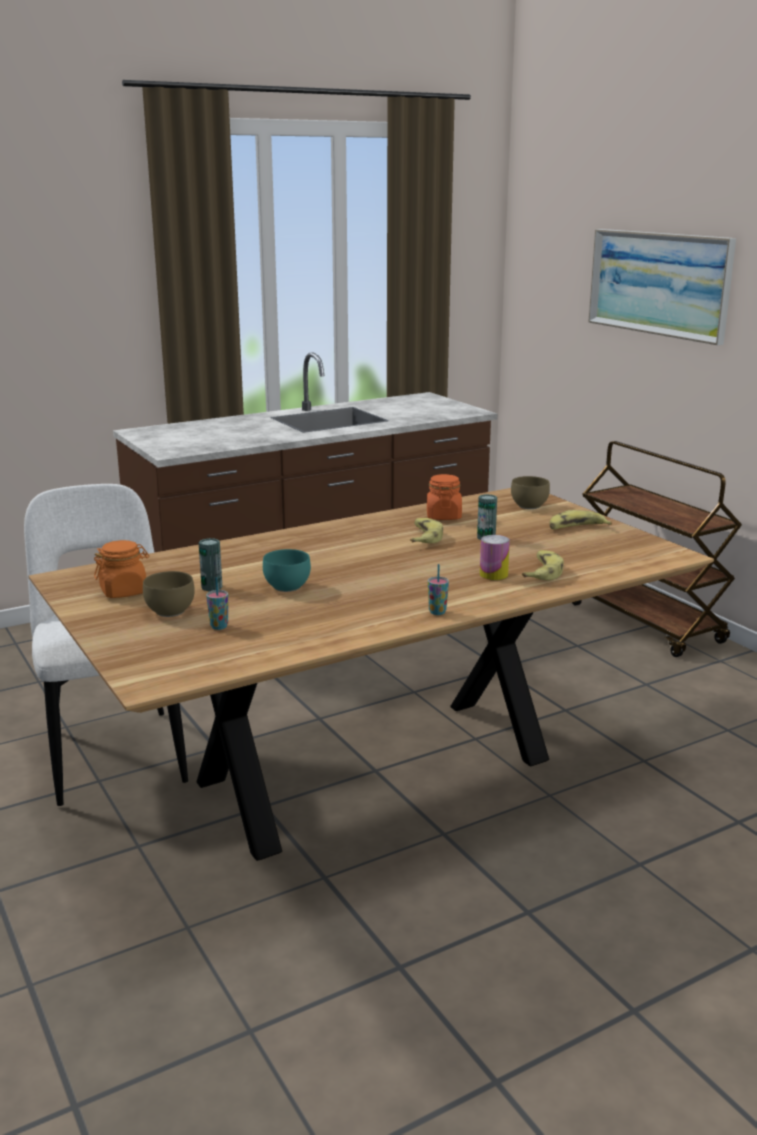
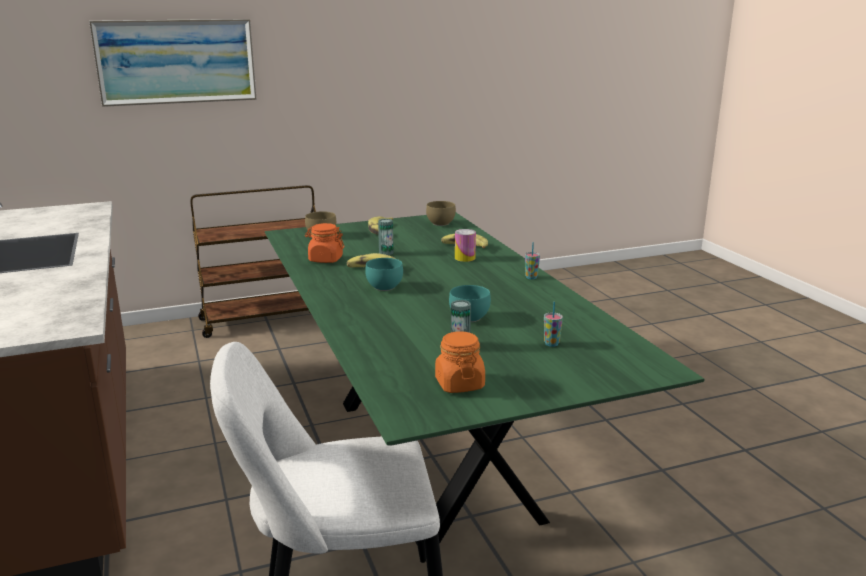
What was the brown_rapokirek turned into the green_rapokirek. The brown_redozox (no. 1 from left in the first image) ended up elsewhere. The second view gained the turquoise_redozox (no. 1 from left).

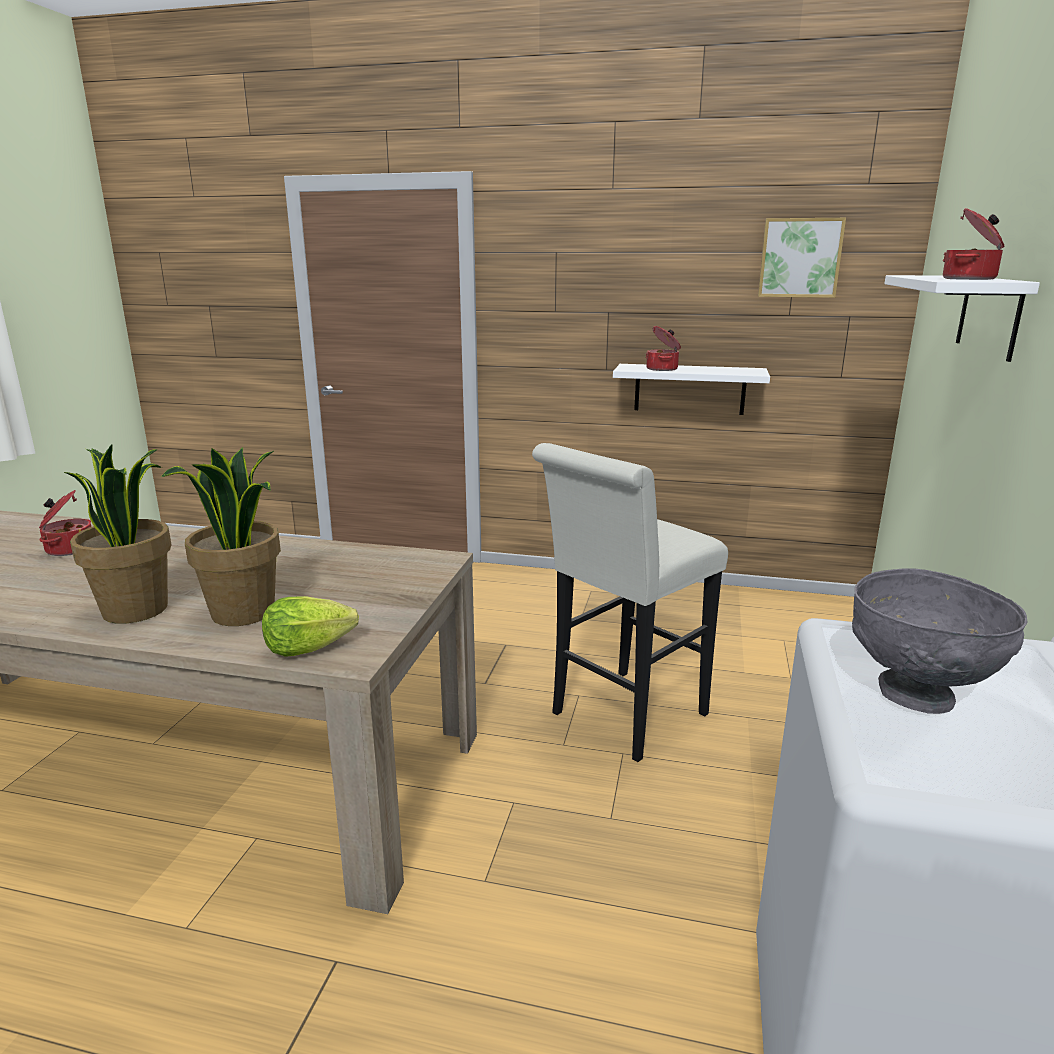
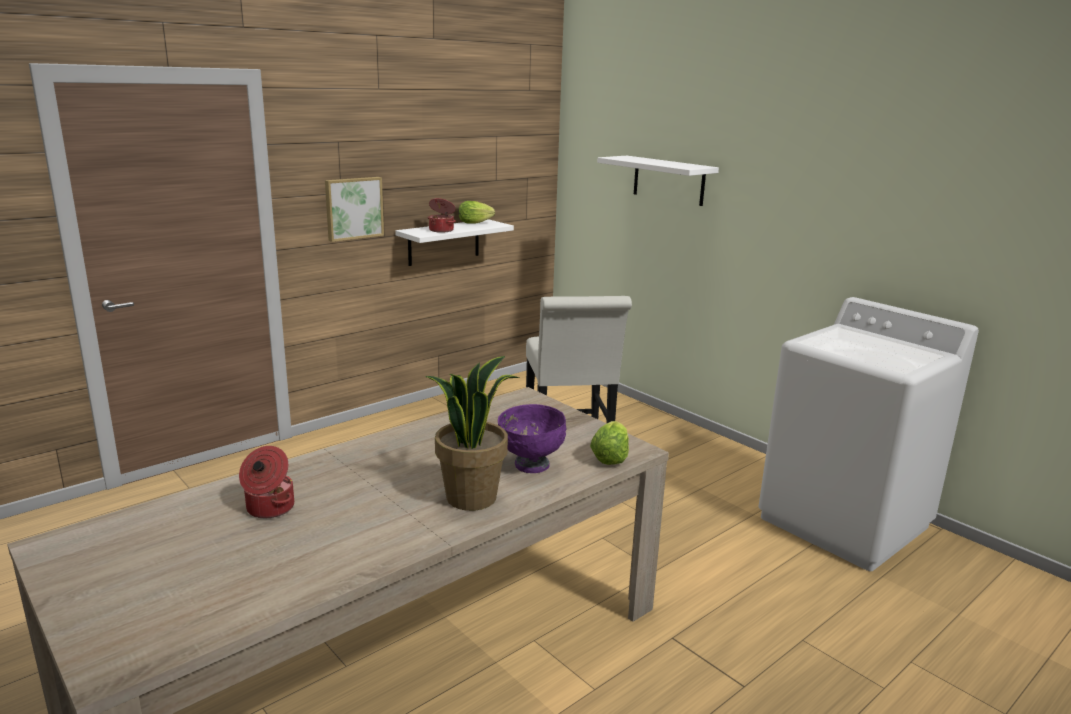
The second view lost the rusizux (no. 3 from left). The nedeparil ended up elsewhere. Where the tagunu (no. 2 from left) stood, the purple_redozox came to stand. The second view lost the grey_redozox. The second view gained the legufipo (no. 1 from left).

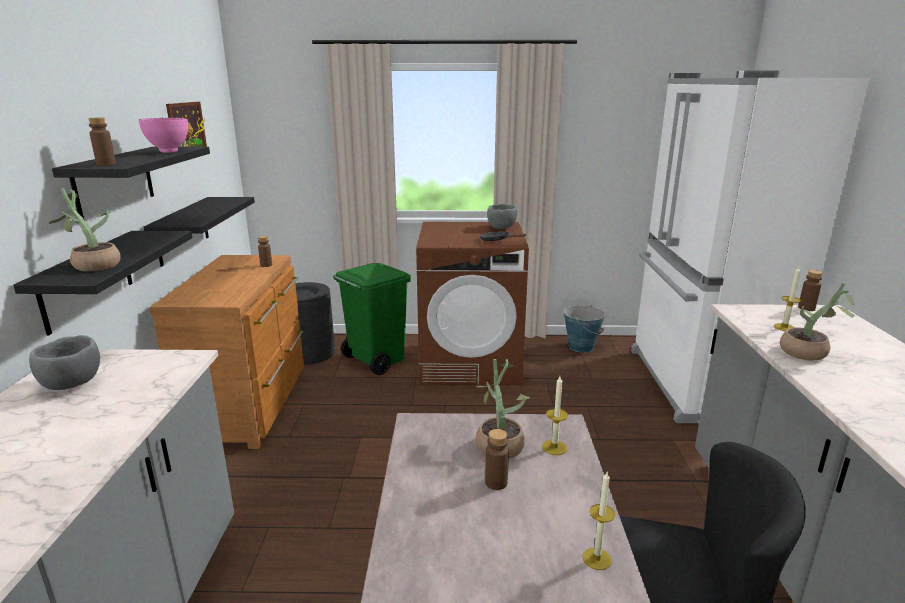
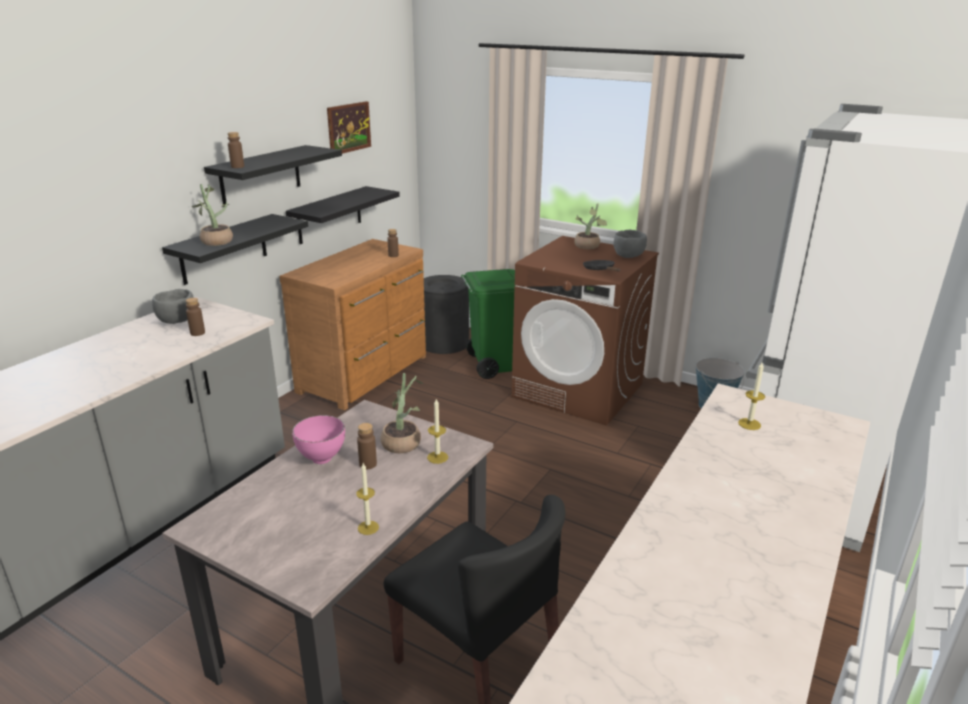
The pink_redozox ended up elsewhere. The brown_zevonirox (no. 4 from left in the first image) ended up elsewhere. The tagunu (no. 3 from left) ended up elsewhere.

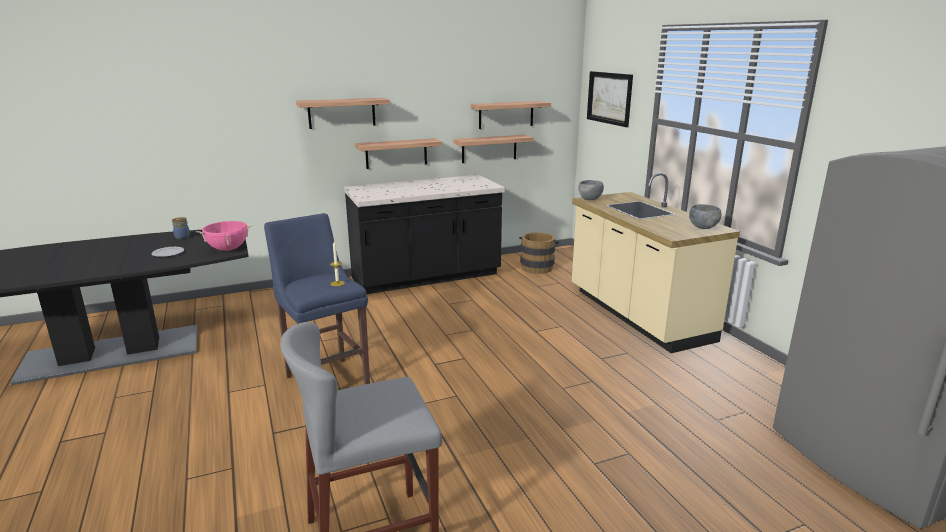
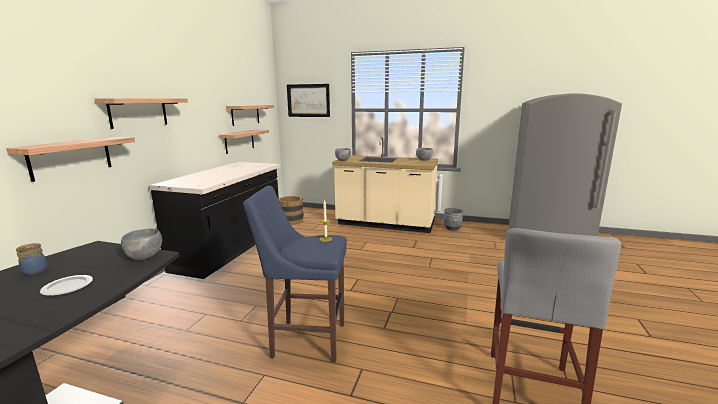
The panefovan (no. 2 from left in the first image) ended up elsewhere. Where the pink_rusizux stood, the grey_redozox (no. 1 from left) came to stand. The second view gained the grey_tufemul.

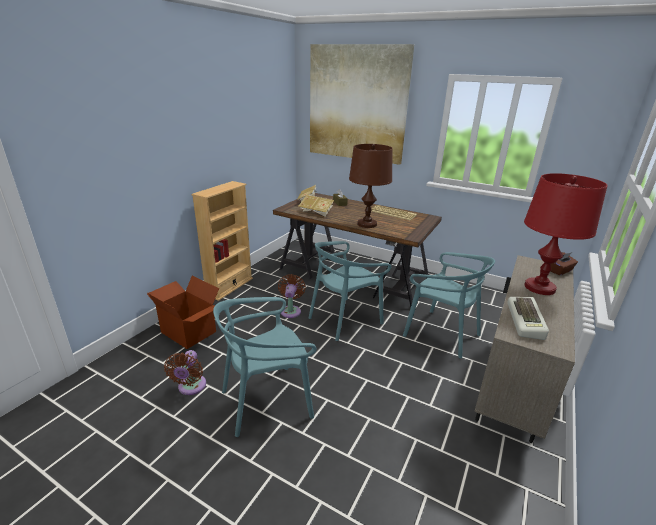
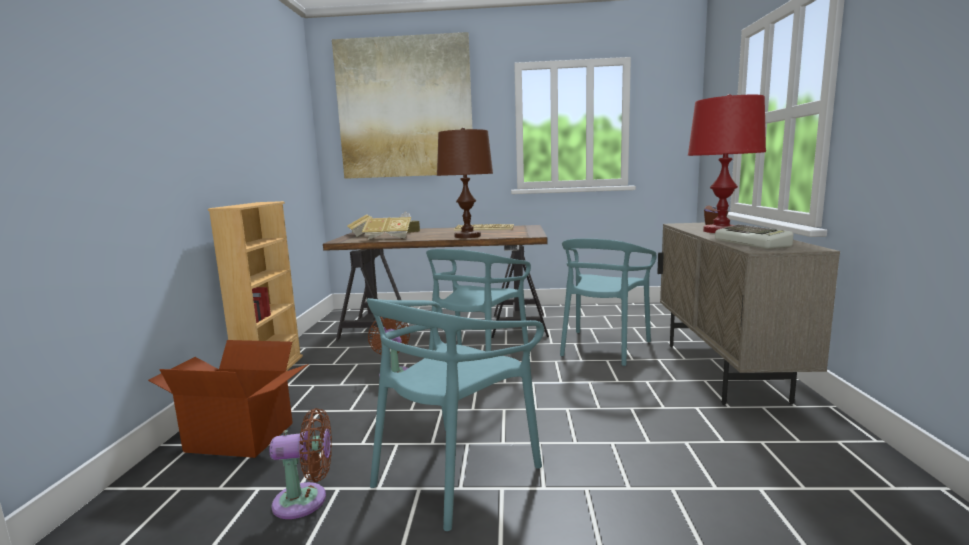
The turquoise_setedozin (no. 3 from left) ended up facing another way, 105 degrees clockwise from before. The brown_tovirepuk (no. 1 from left) ended up facing another way, 75 degrees counterclockwise from before.

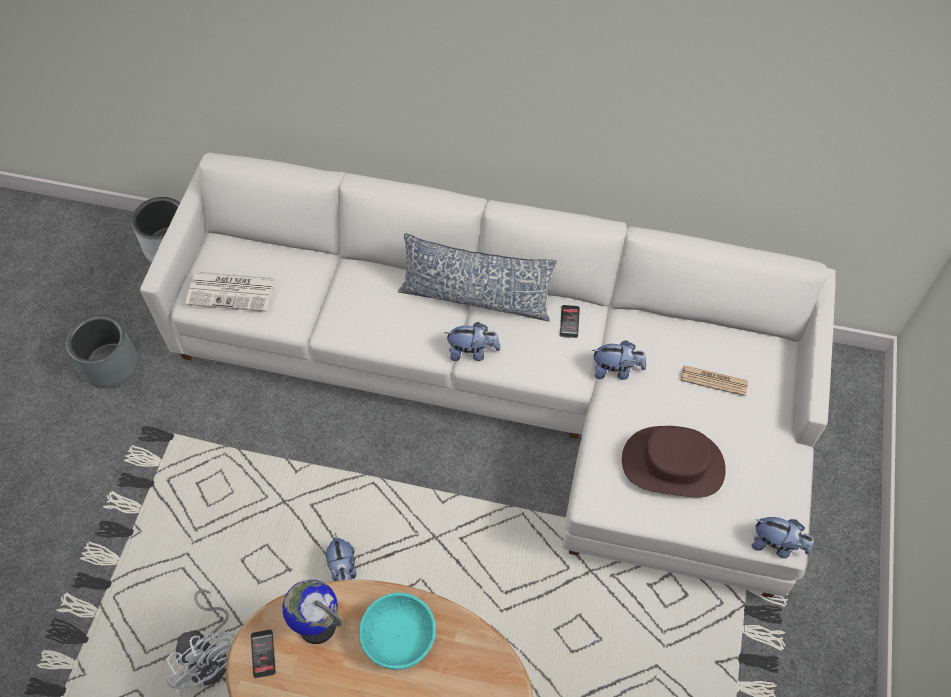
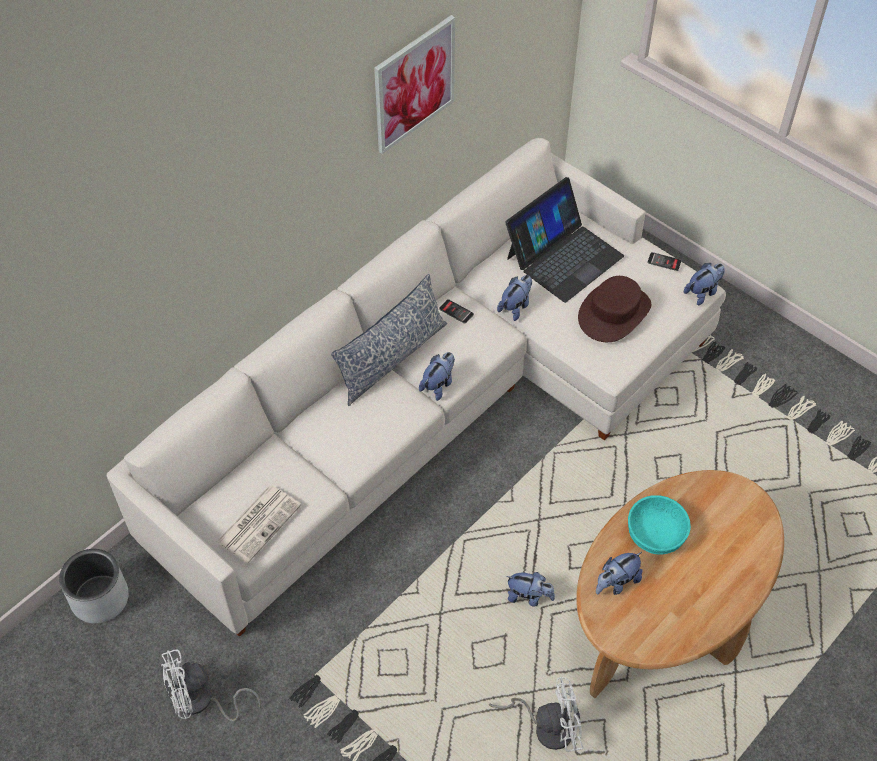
Where the grey_tufemul (no. 1 from left) stood, the white_tovirepuk (no. 1 from left) came to stand. Where the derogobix (no. 2 from left) stood, the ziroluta came to stand. Where the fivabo stood, the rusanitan (no. 4 from left) came to stand. The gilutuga (no. 1 from left in the first image) ended up elsewhere. The second view gained the nedeparil.

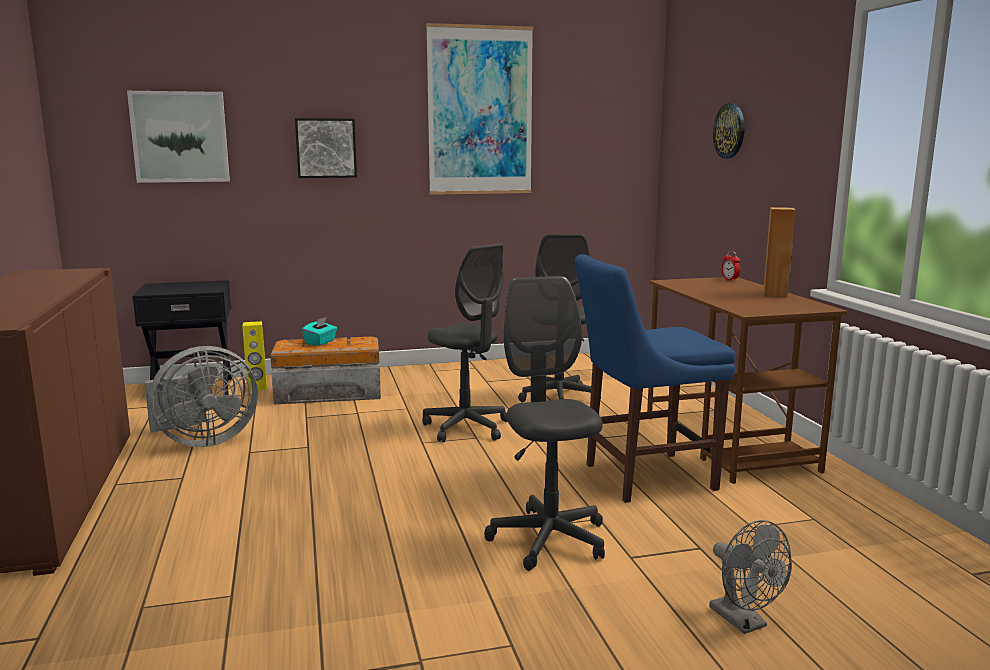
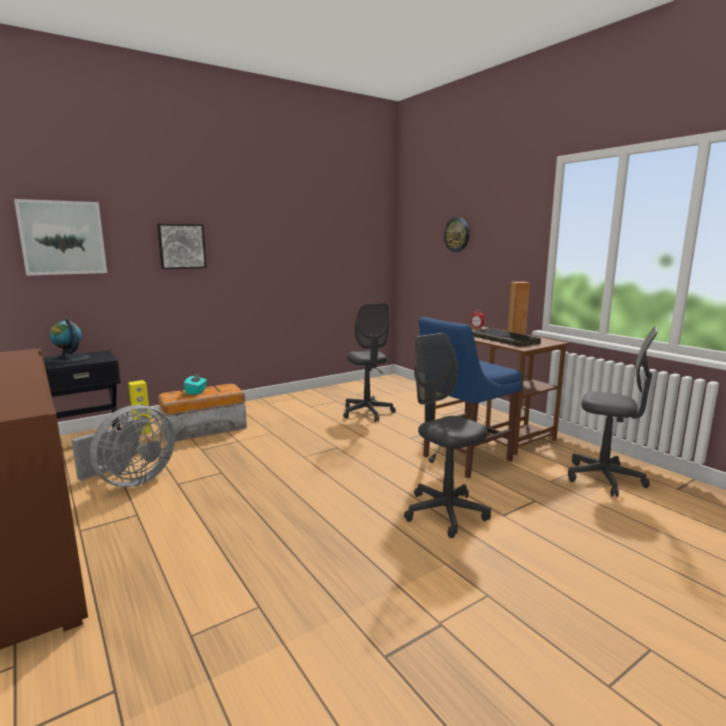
The second view lost the nedeparil (no. 3 from left). The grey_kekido (no. 1 from left in the first image) ended up elsewhere. The second view lost the grey_tovirepuk (no. 2 from left). The second view gained the fivabo. The second view gained the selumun.

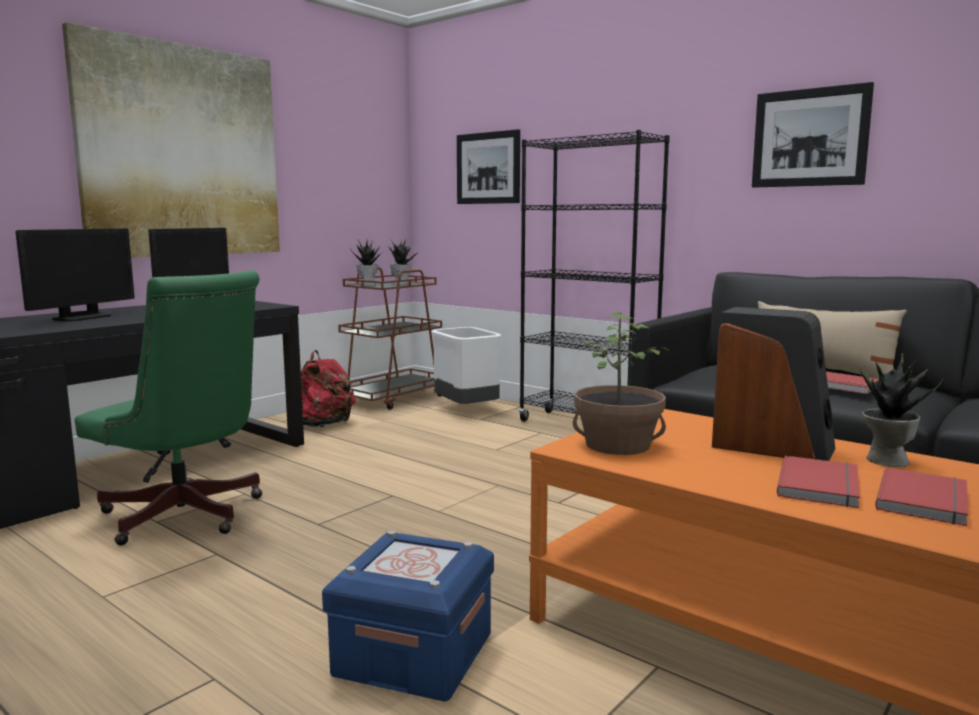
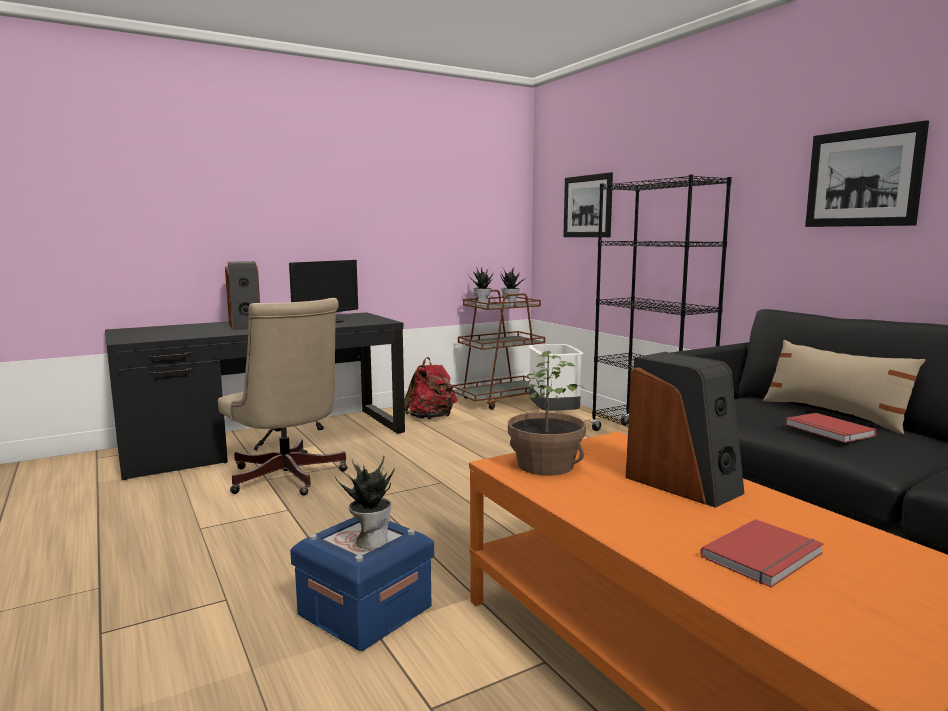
The second view lost the nedeparil (no. 1 from left). Where the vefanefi (no. 1 from left) stood, the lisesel (no. 1 from left) came to stand. What was the green_kekido turned into the beige_kekido. The tagunu (no. 4 from left in the first image) ended up elsewhere. The second view lost the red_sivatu (no. 1 from left).

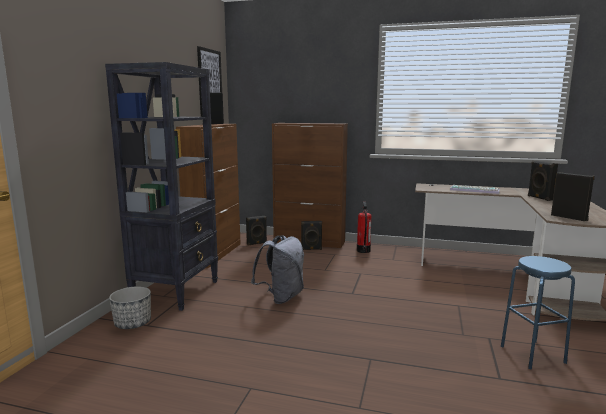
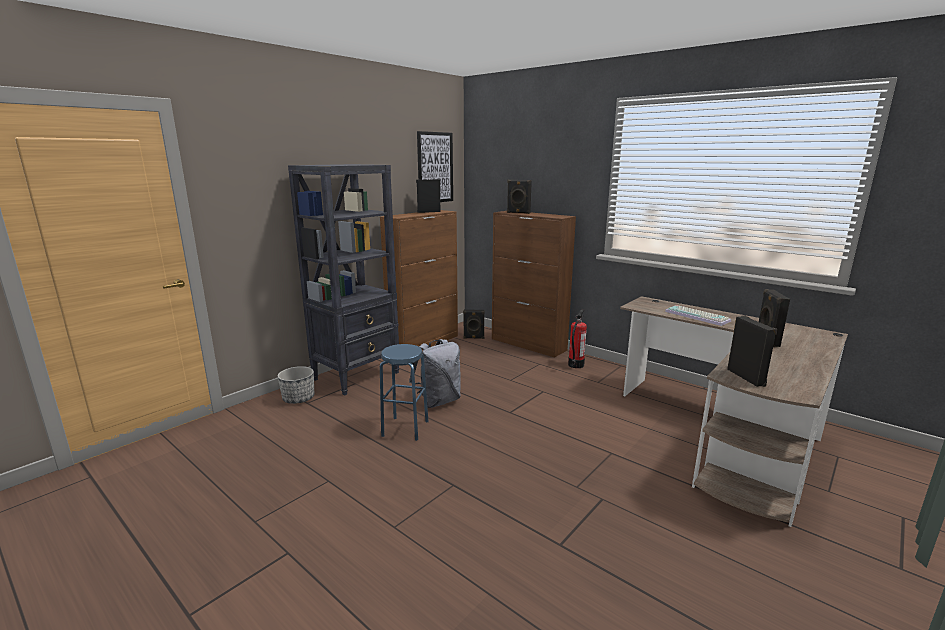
The black_lisesel (no. 3 from left) ended up elsewhere. The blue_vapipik ended up elsewhere.

